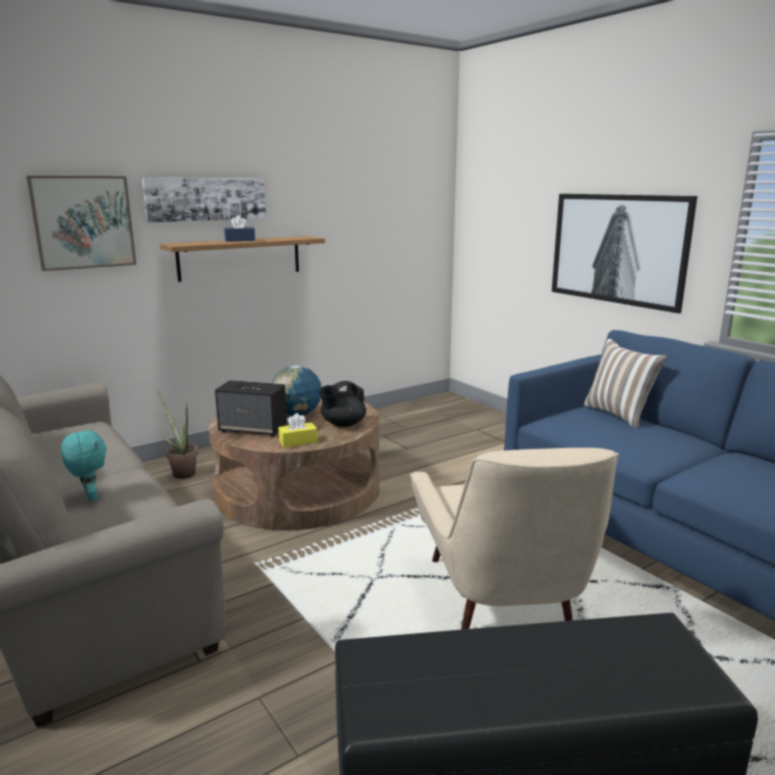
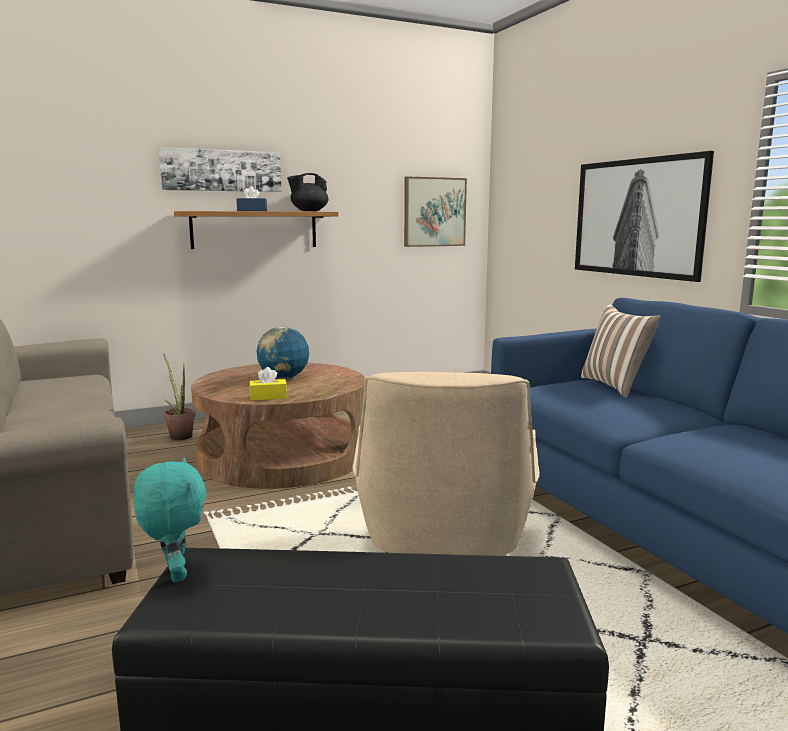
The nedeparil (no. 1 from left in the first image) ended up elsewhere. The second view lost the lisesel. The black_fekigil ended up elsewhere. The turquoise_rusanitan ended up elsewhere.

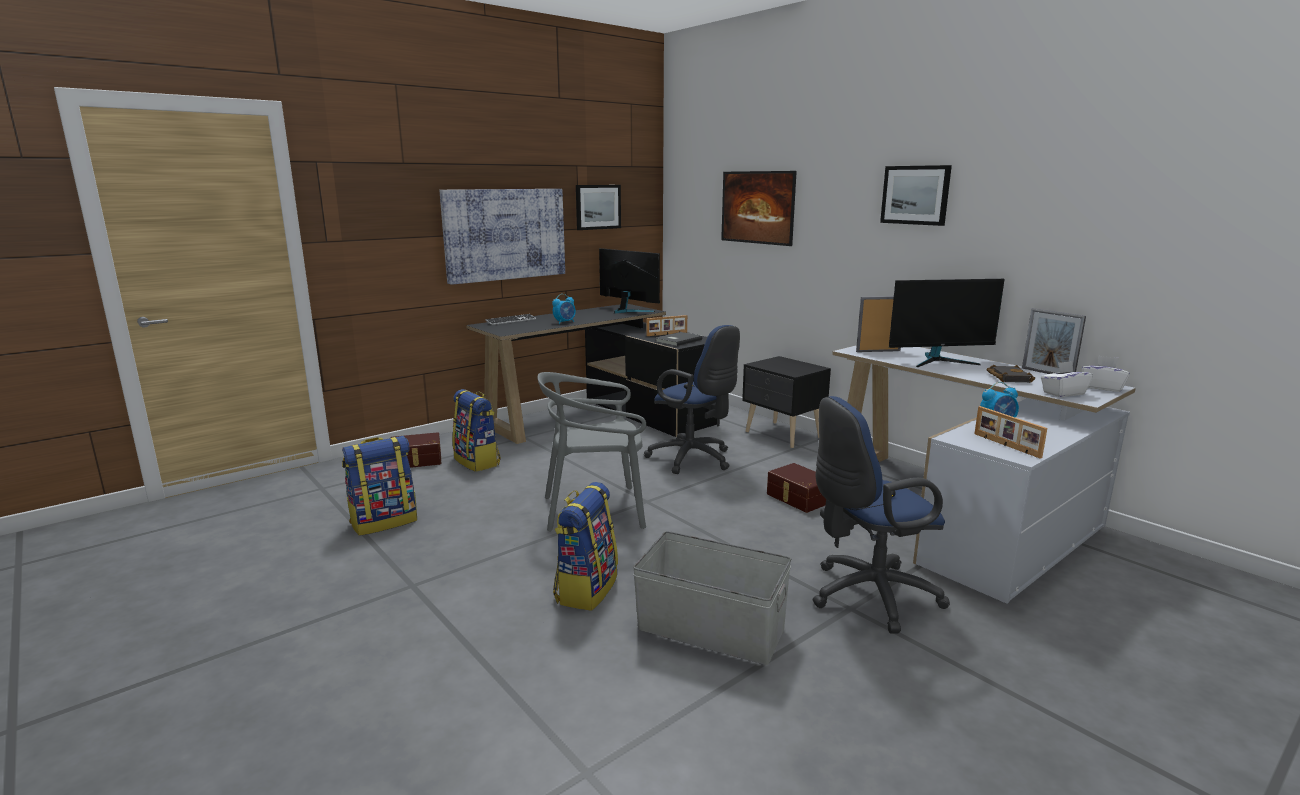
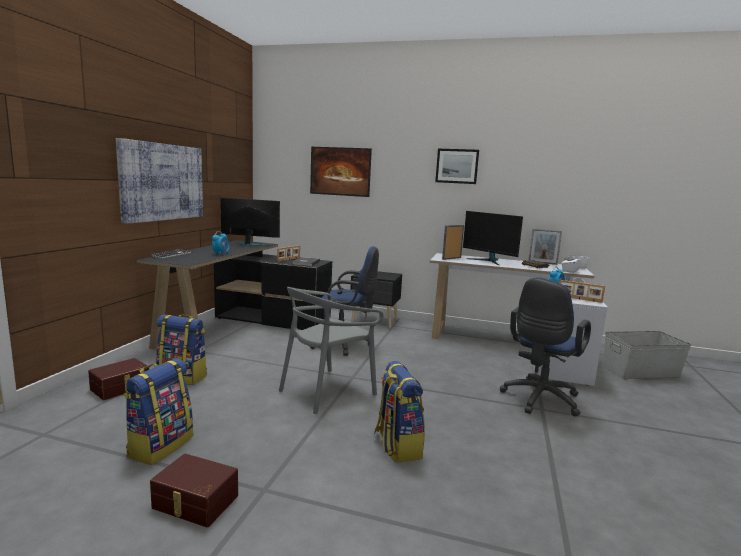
The second view lost the nedeparil (no. 2 from left). The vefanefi (no. 2 from left) ended up facing another way, 90 degrees clockwise from before. The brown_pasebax (no. 2 from left) ended up elsewhere. The grey_pasebax ended up elsewhere.

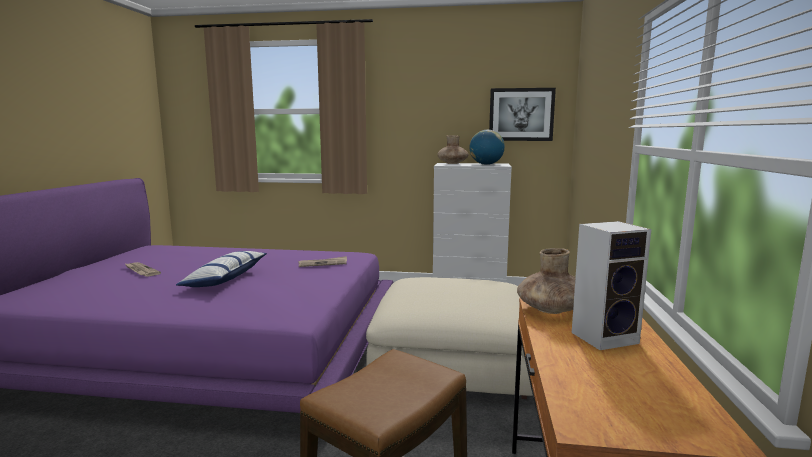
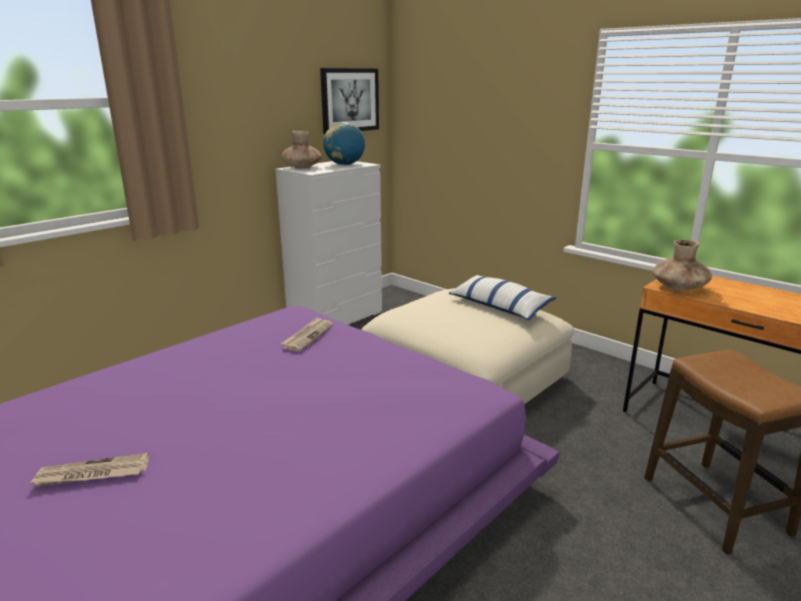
The second view lost the lisesel. The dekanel ended up elsewhere.

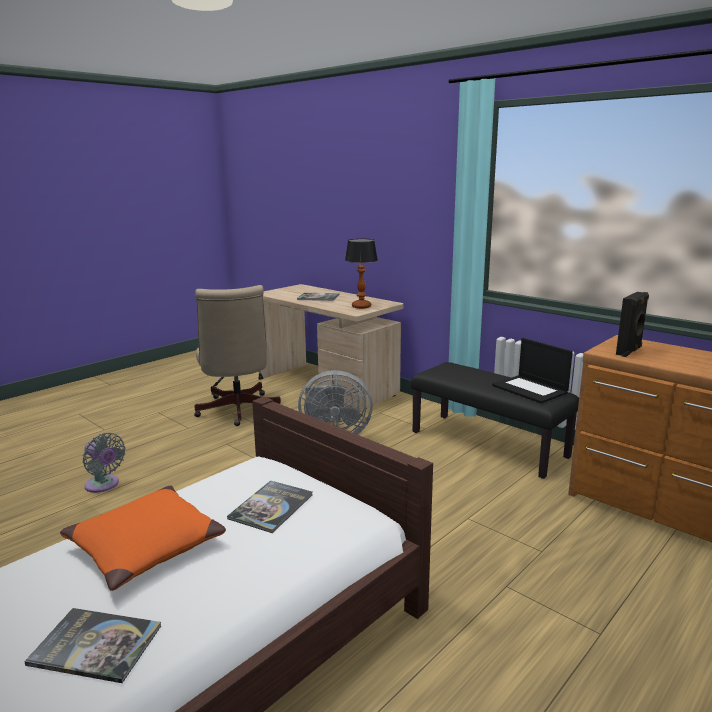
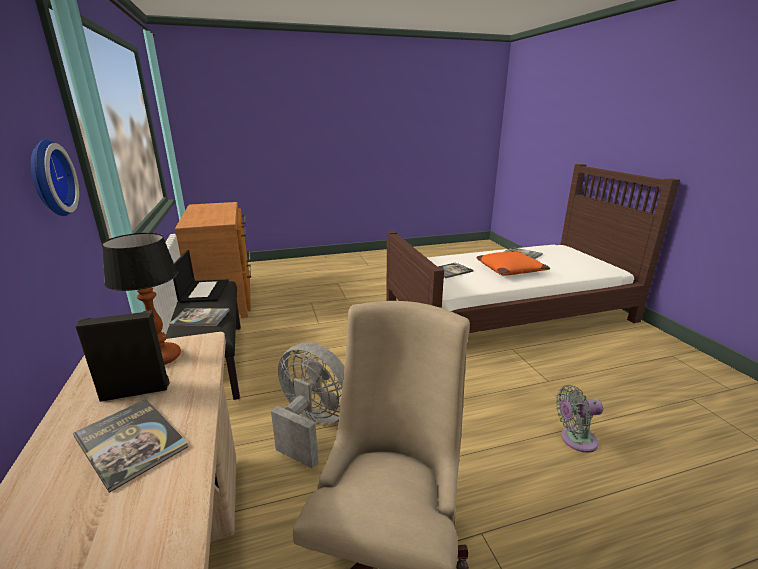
The black_lisesel ended up elsewhere. The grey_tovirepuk (no. 1 from left in the first image) ended up facing another way, 75 degrees counterclockwise from before. The second view gained the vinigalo. The second view gained the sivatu (no. 2 from left).

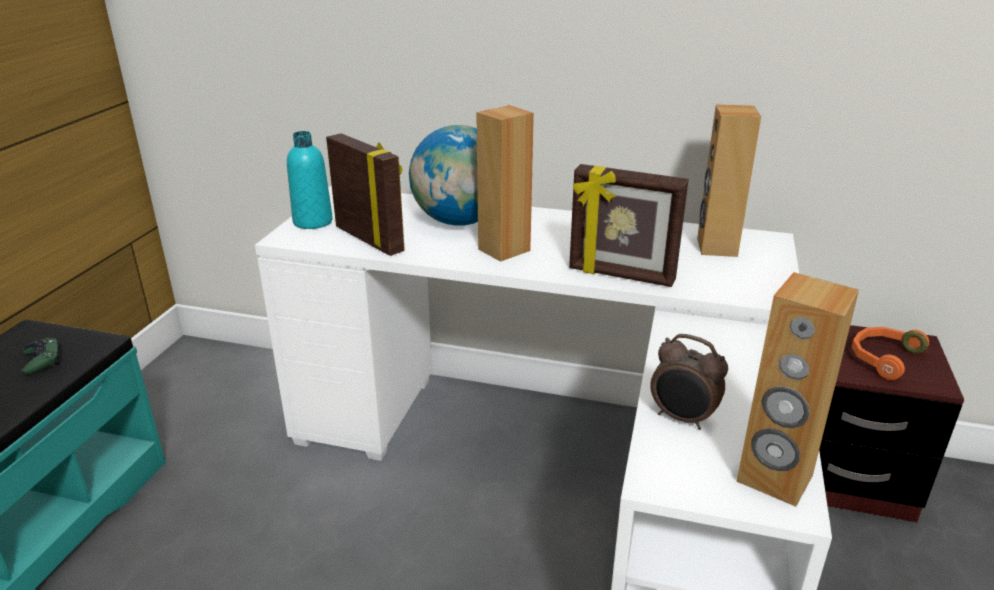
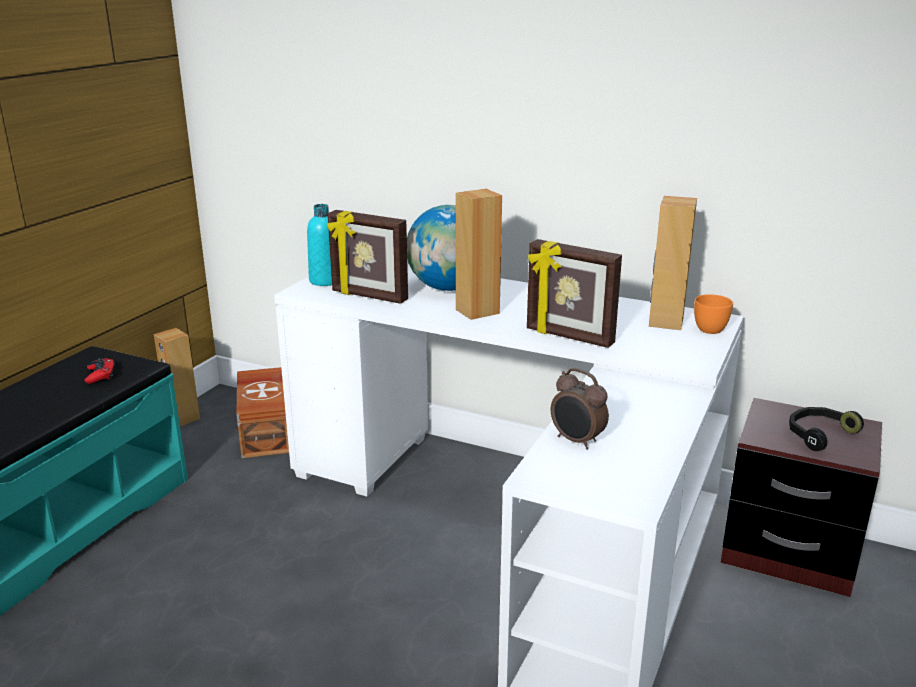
The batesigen (no. 1 from left) ended up facing another way, 150 degrees clockwise from before. The brown_lisesel (no. 3 from left in the first image) ended up elsewhere. What was the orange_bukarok turned into the black_bukarok. What was the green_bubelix turned into the red_bubelix. The second view gained the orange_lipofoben. The second view gained the brown_pasebax.

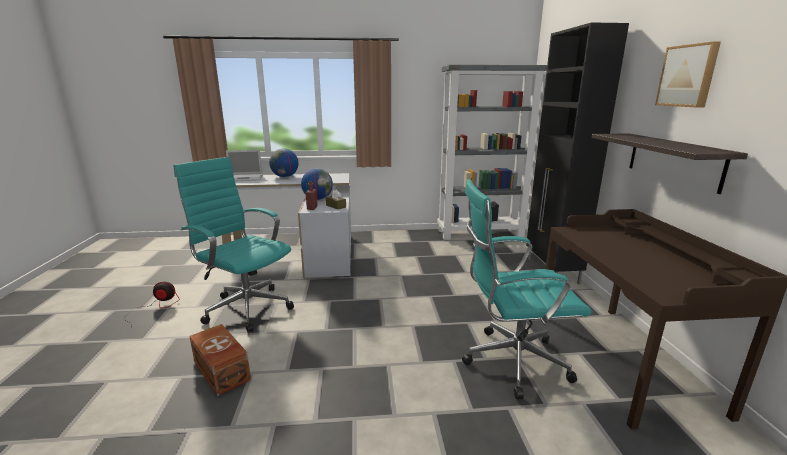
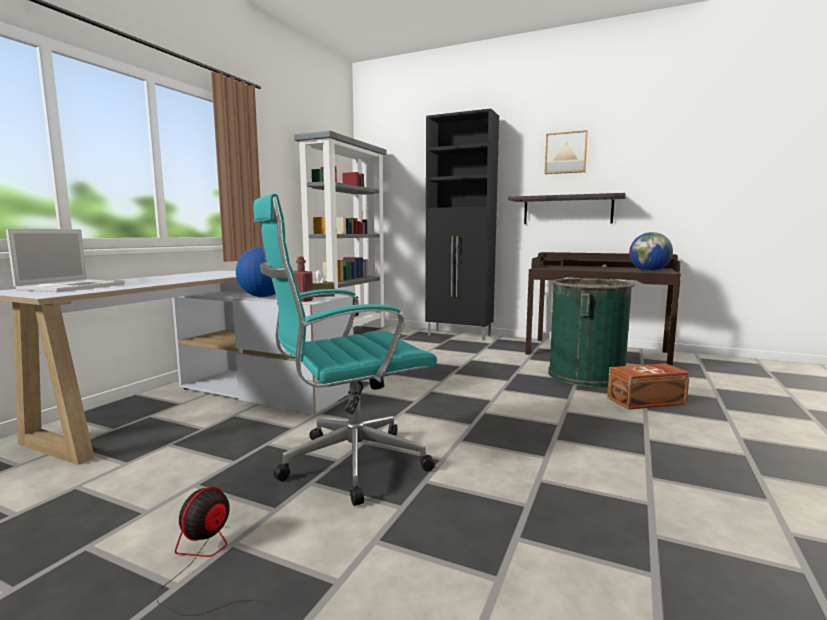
The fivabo (no. 1 from left in the first image) ended up elsewhere. Where the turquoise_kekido (no. 2 from left) stood, the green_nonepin came to stand. The brown_pasebax ended up elsewhere.

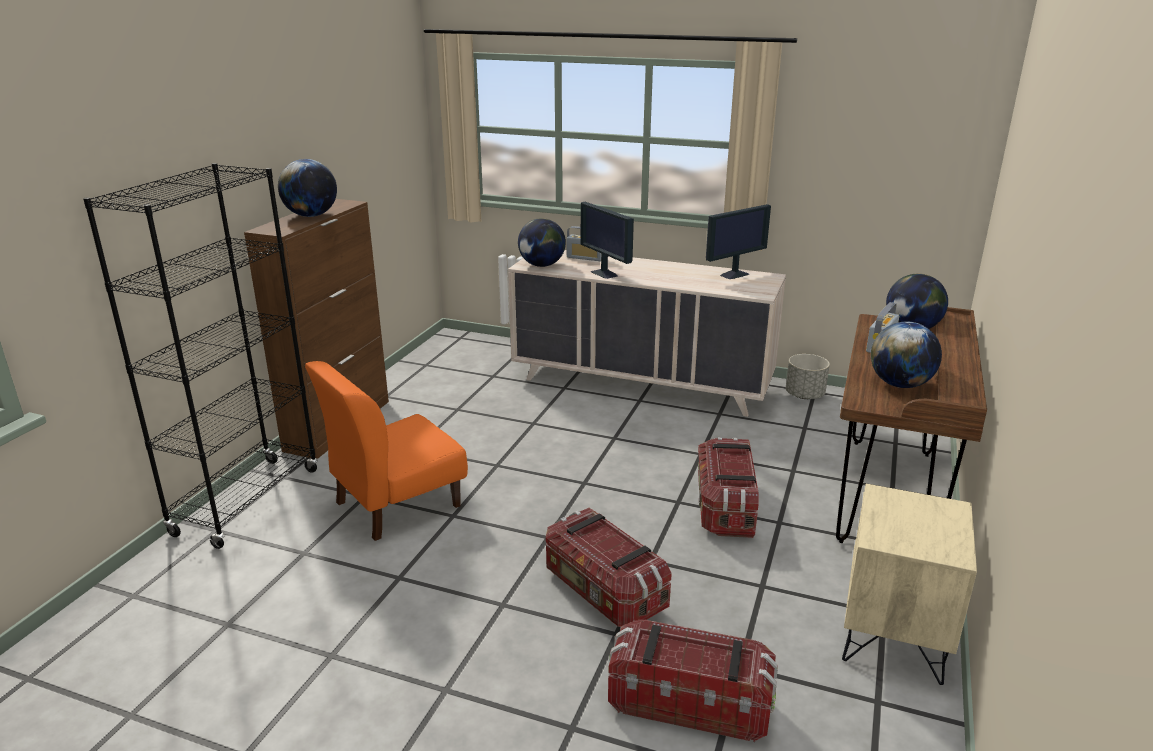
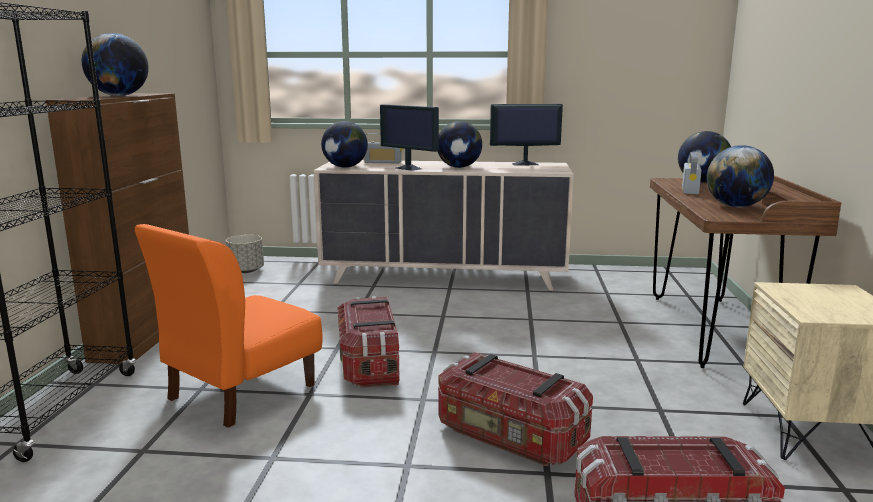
The vefanefi (no. 2 from left) ended up facing another way, 135 degrees counterclockwise from before. The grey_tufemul ended up elsewhere. The pasebax (no. 3 from left in the first image) ended up elsewhere. The second view gained the fivabo (no. 3 from left).

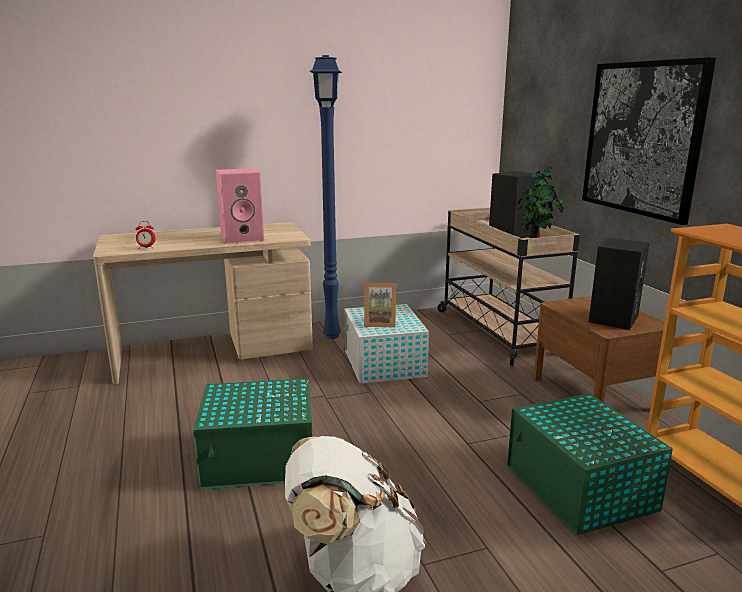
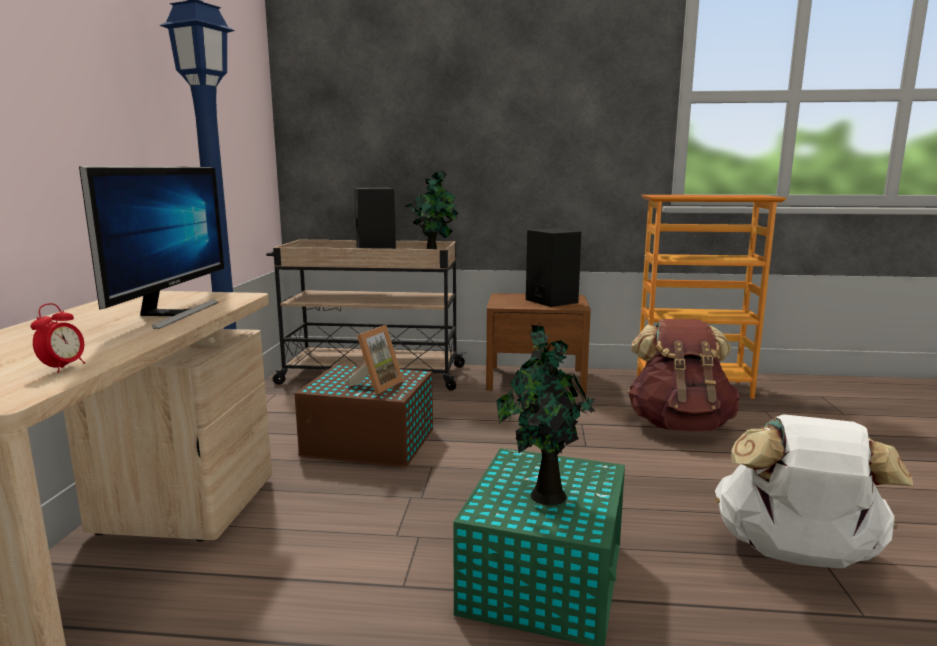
The second view lost the nedeparil. Where the pink_lisesel stood, the vefanefi came to stand. What was the white_pasebax turned into the brown_pasebax. Where the green_pasebax (no. 2 from left) stood, the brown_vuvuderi came to stand. The second view gained the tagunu (no. 2 from left).

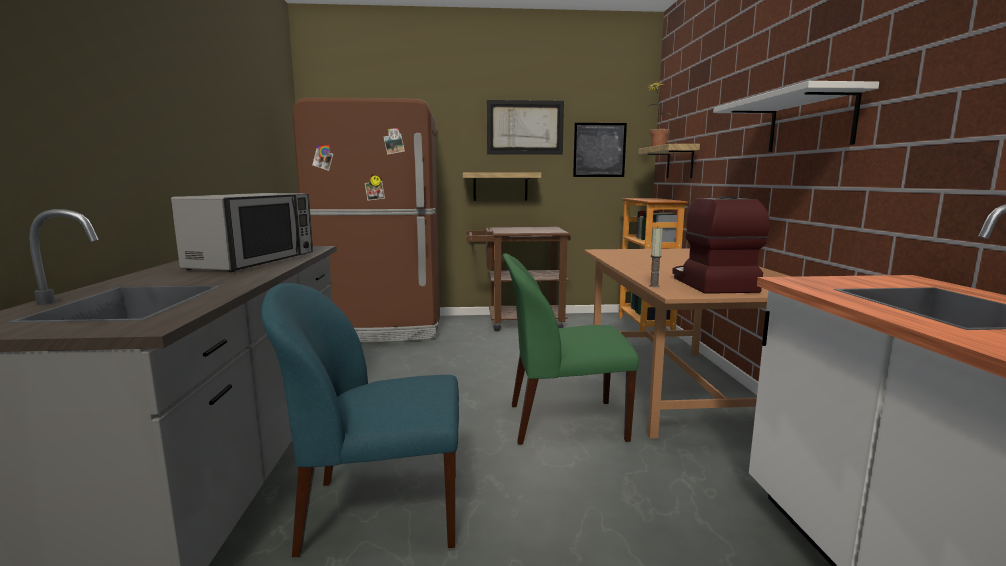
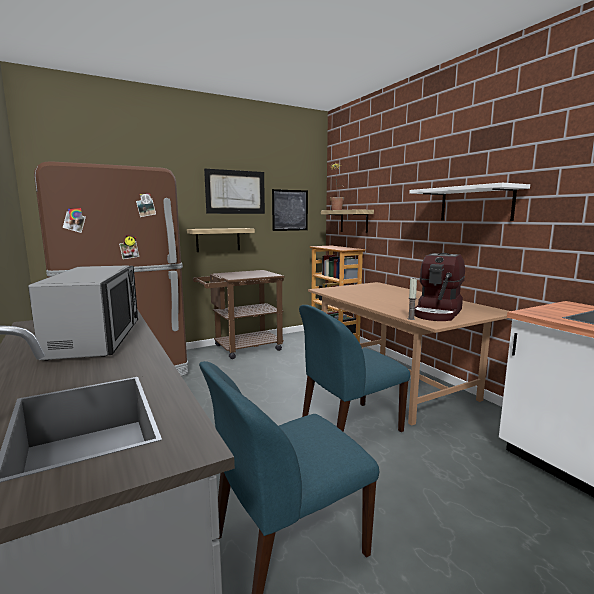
The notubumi ended up facing another way, 120 degrees counterclockwise from before. What was the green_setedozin turned into the blue_setedozin (no. 2 from left).

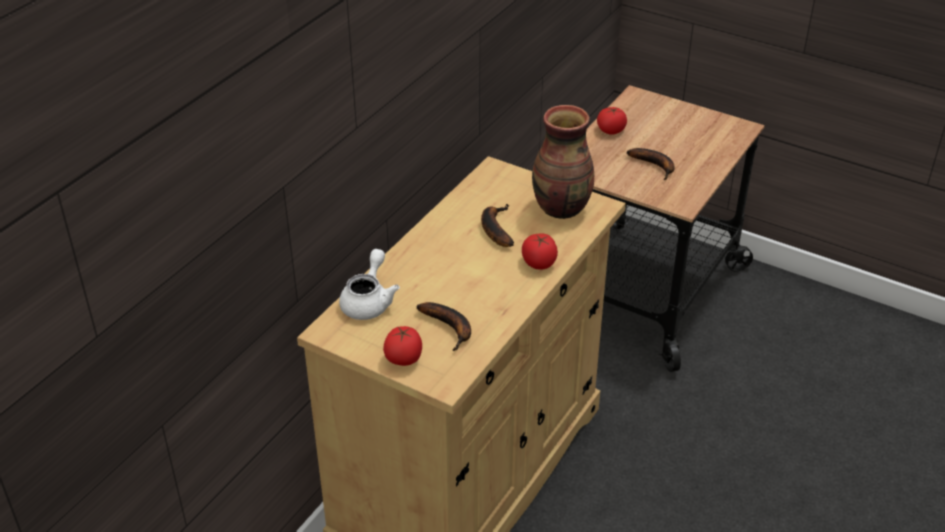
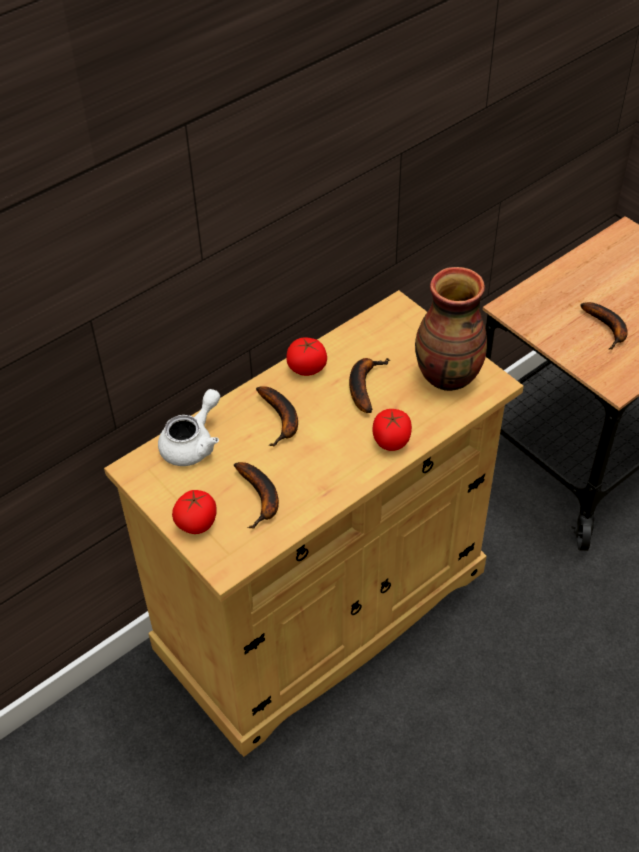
The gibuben (no. 3 from left in the first image) ended up elsewhere. The second view gained the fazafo (no. 2 from left).

